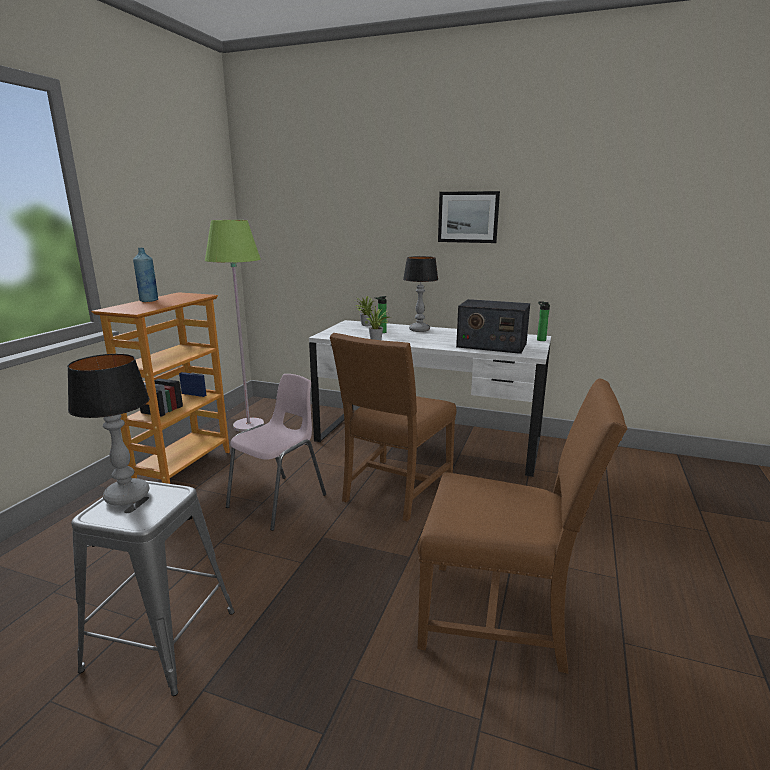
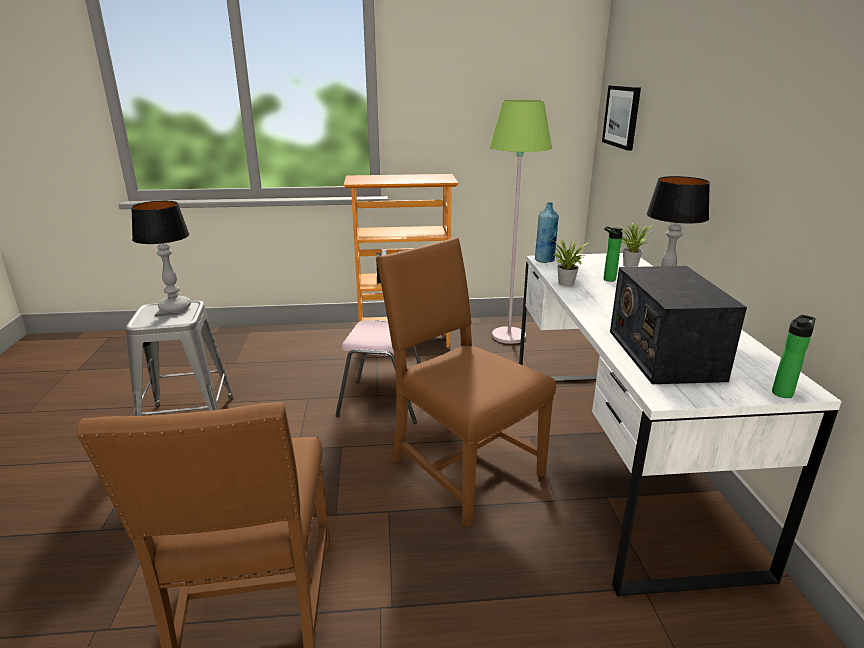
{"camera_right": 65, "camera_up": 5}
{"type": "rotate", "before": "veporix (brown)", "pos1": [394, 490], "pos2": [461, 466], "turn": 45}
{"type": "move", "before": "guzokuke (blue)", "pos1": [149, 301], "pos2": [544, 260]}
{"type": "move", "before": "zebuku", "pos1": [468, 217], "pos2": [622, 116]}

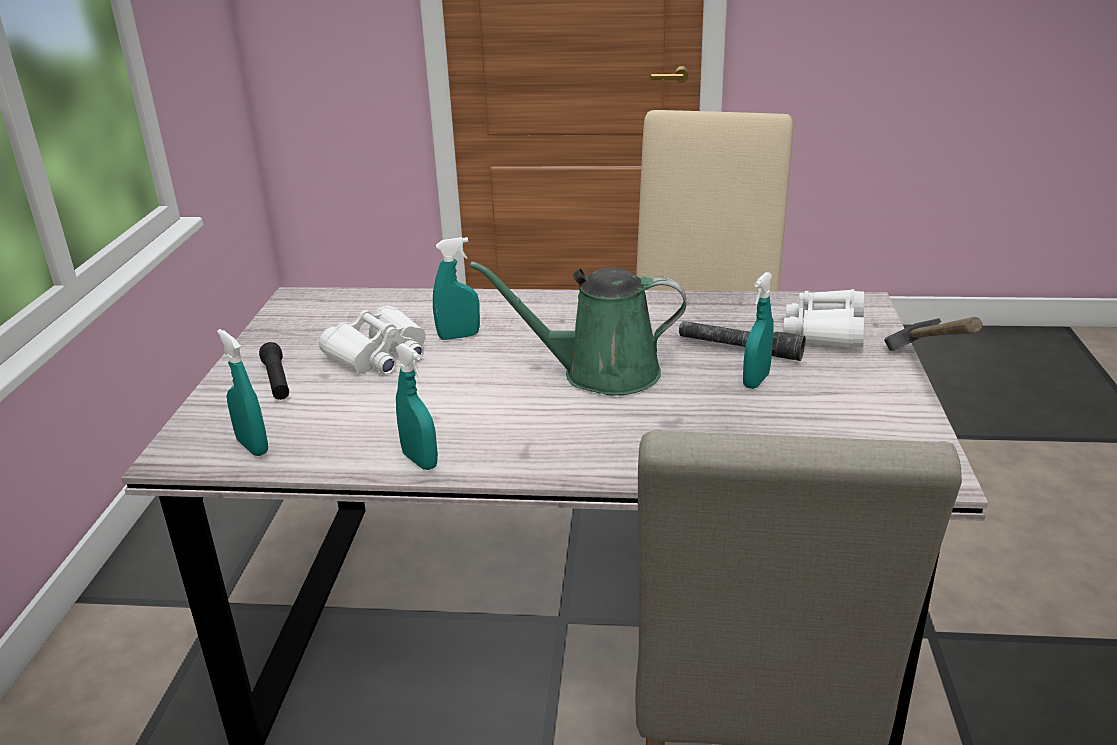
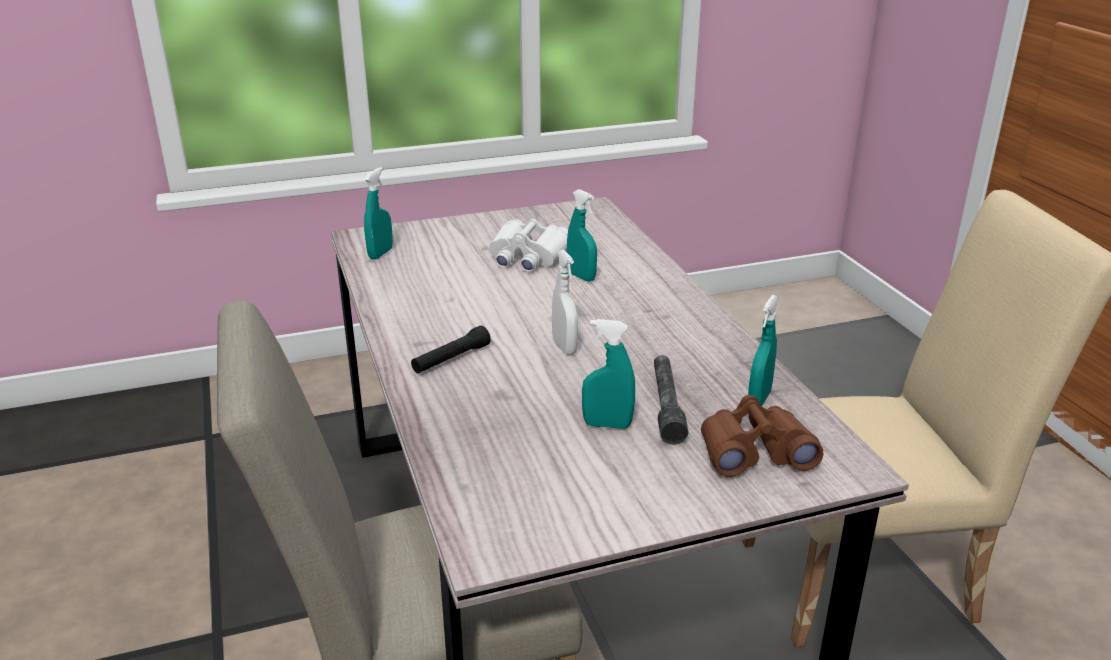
{"camera_right": 65, "camera_up": 0}
{"type": "move", "before": "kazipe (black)", "pos1": [277, 381], "pos2": [451, 359]}
{"type": "replace", "before": "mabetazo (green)", "after": "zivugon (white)", "pos1": [601, 373], "pos2": [564, 347]}
{"type": "recolor", "before": "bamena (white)", "after": "bamena (brown)", "pos1": [825, 331], "pos2": [754, 451]}
{"type": "move", "before": "zivugon (turquoise)", "pos1": [420, 461], "pos2": [759, 399]}
{"type": "delete", "before": "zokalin", "pos1": [928, 379]}

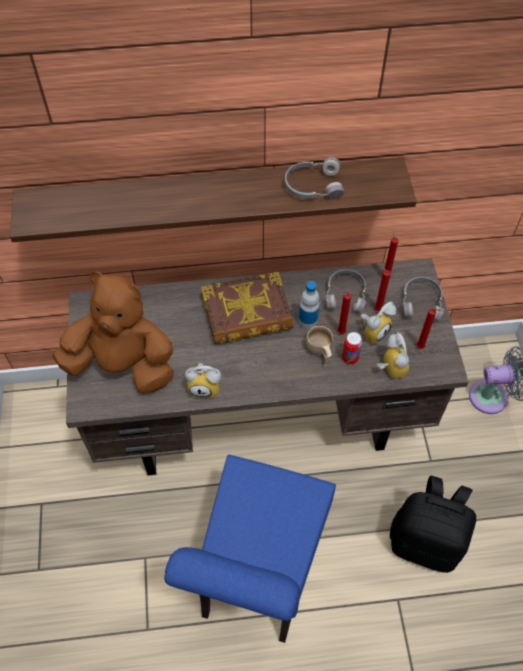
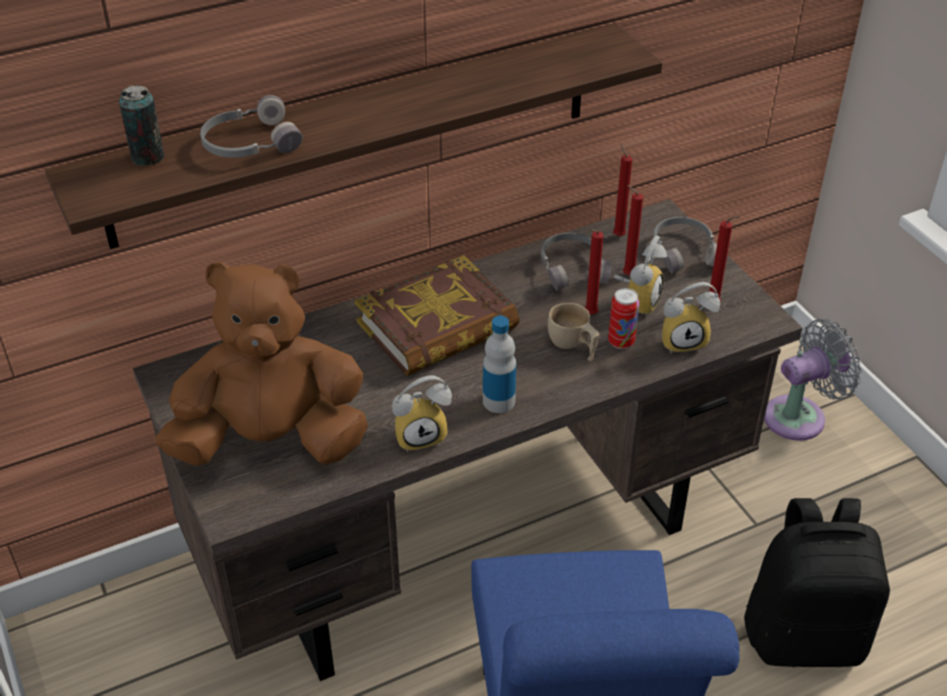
{"camera_right": -20, "camera_up": -15}
{"type": "insert", "after": "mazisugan", "pos2": [147, 157]}
{"type": "move", "before": "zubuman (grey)", "pos1": [312, 185], "pos2": [249, 143]}
{"type": "move", "before": "guzokuke", "pos1": [308, 321], "pos2": [498, 401]}
{"type": "rotate", "before": "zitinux", "pos1": [389, 368], "pos2": [683, 340], "turn": 120}

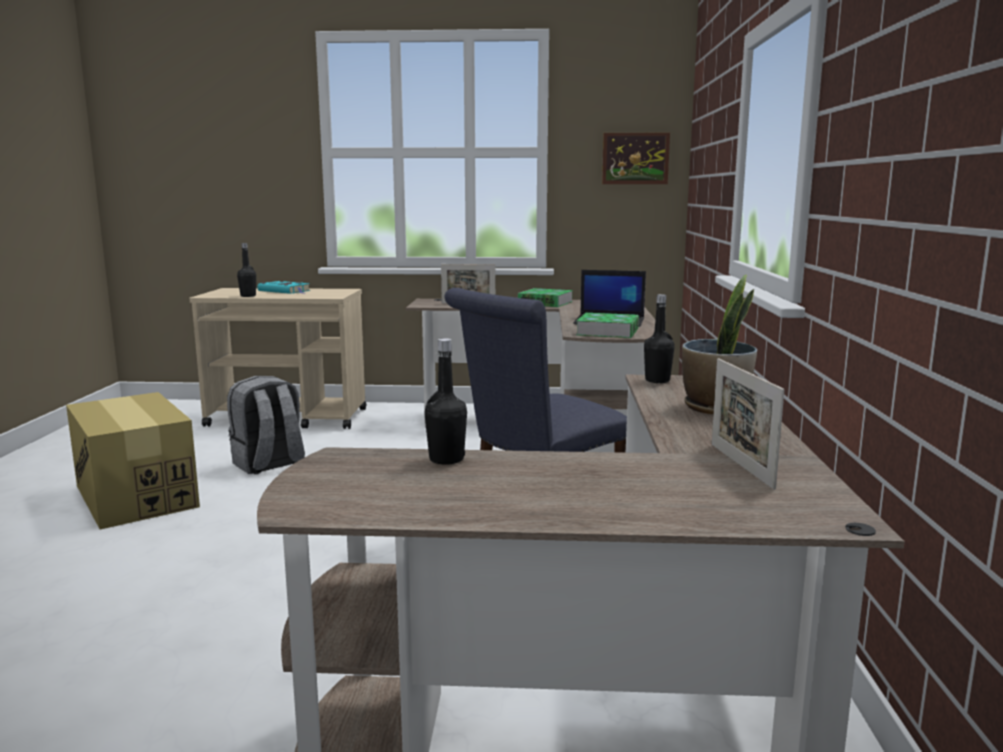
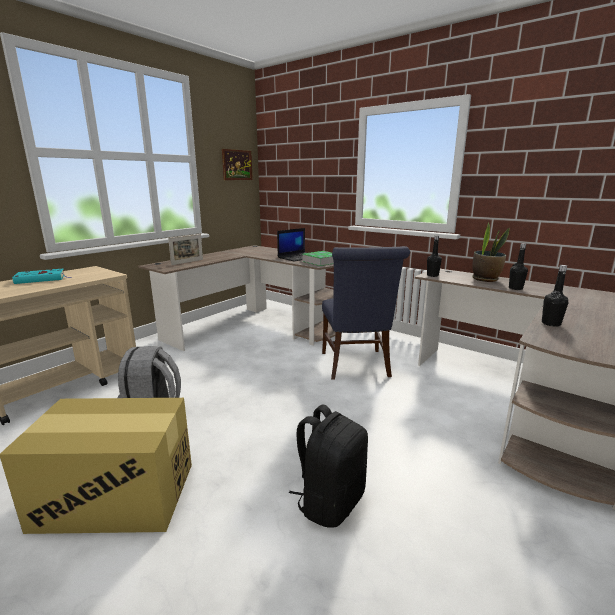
{"camera_right": -55, "camera_up": 5}
{"type": "insert", "after": "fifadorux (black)", "pos2": [330, 501]}
{"type": "move", "before": "guzokuke (black)", "pos1": [248, 296], "pos2": [515, 288]}
{"type": "delete", "before": "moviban", "pos1": [545, 303]}
{"type": "delete", "before": "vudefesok", "pos1": [741, 465]}

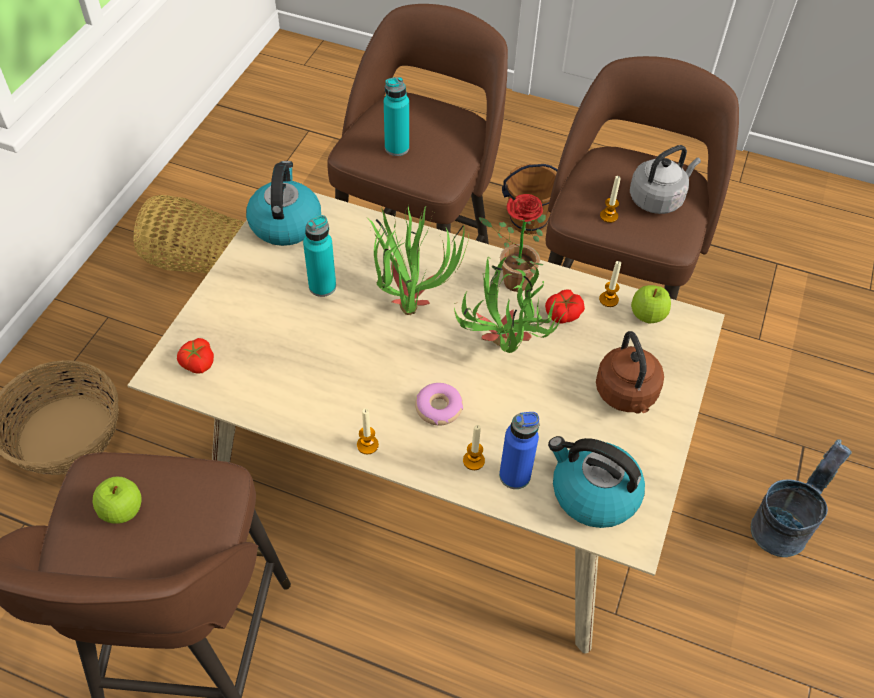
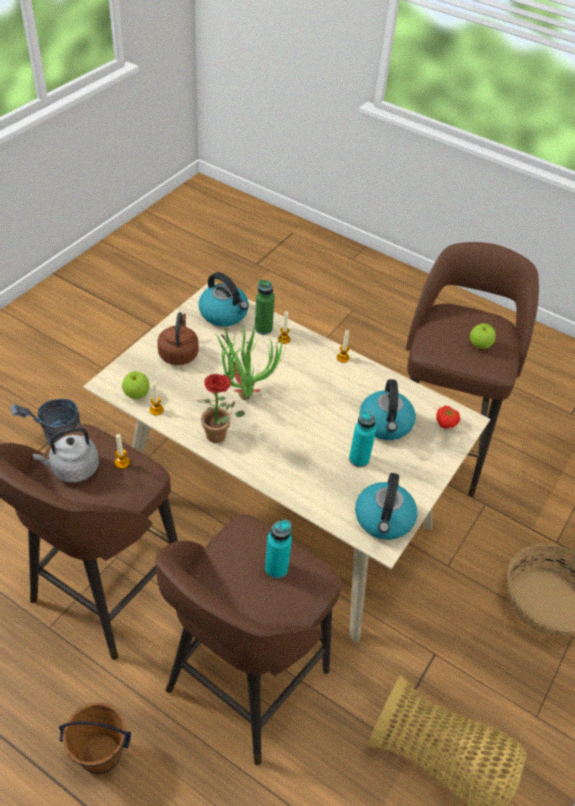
{"camera_right": -170, "camera_up": -5}
{"type": "recolor", "before": "guzokuke (blue)", "after": "guzokuke (green)", "pos1": [514, 475], "pos2": [263, 329]}
{"type": "insert", "after": "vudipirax", "pos2": [385, 424]}
{"type": "delete", "before": "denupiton", "pos1": [411, 300]}
{"type": "delete", "before": "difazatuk", "pos1": [438, 408]}
{"type": "delete", "before": "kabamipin", "pos1": [563, 313]}

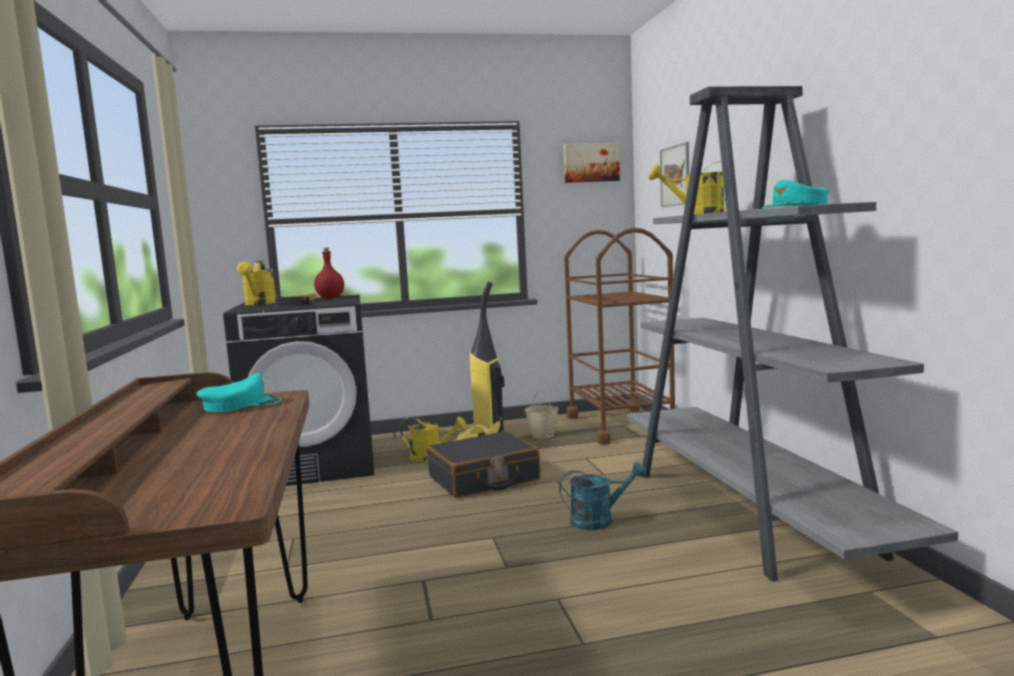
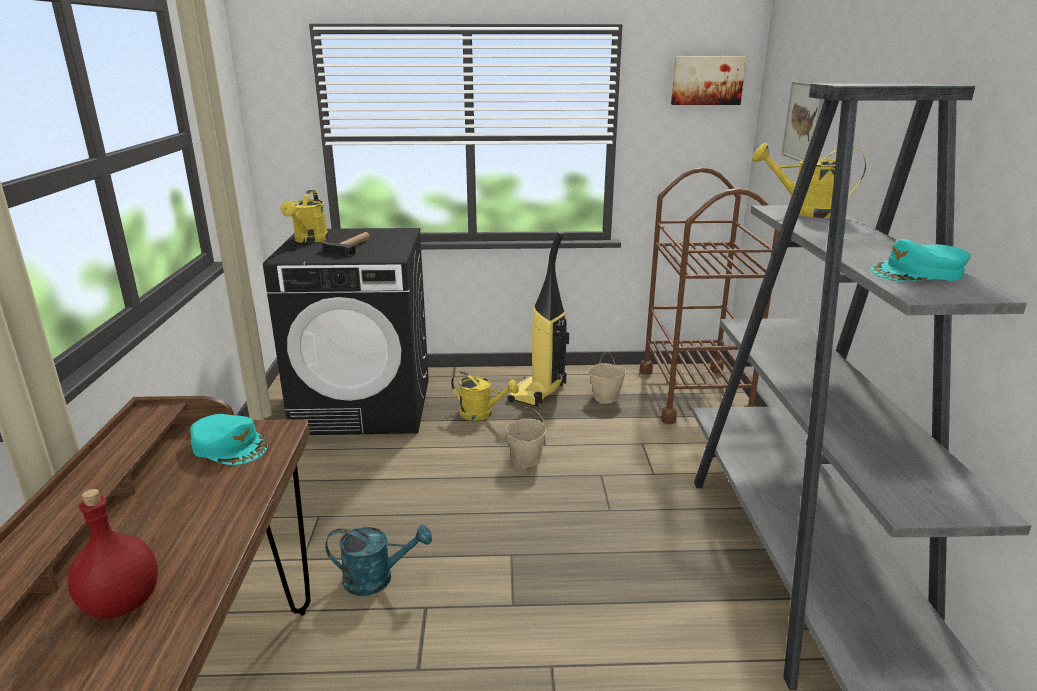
{"camera_right": 10, "camera_up": 15}
{"type": "move", "before": "guzokuke (red)", "pos1": [331, 297], "pos2": [124, 603]}
{"type": "rotate", "before": "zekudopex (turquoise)", "pos1": [240, 405], "pos2": [230, 446], "turn": 45}
{"type": "move", "before": "mabetazo (turquoise)", "pos1": [599, 520], "pos2": [377, 579]}
{"type": "replace", "before": "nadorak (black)", "after": "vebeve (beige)", "pos1": [484, 479], "pos2": [526, 459]}

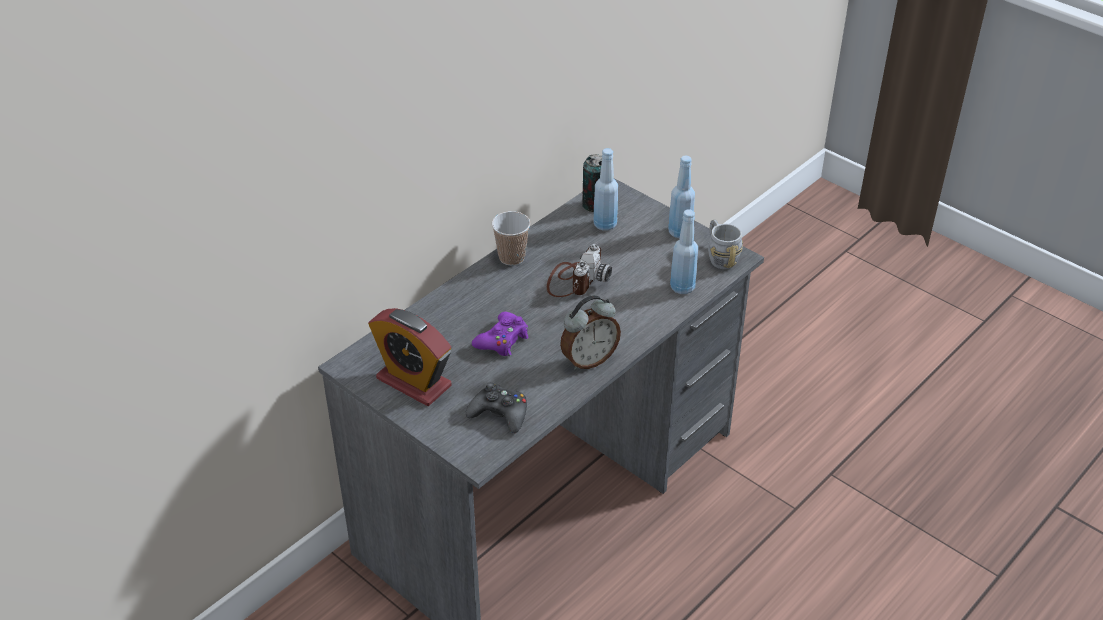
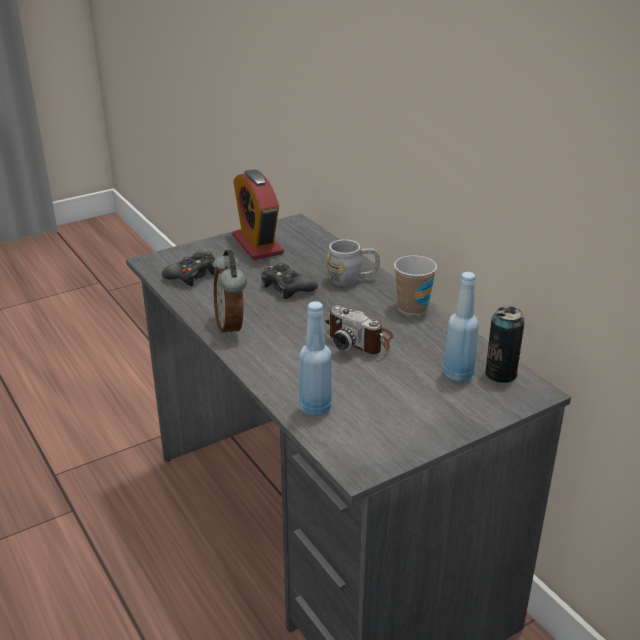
{"camera_right": 105, "camera_up": -10}
{"type": "rotate", "before": "zitinux", "pos1": [414, 382], "pos2": [257, 245], "turn": -75}
{"type": "recolor", "before": "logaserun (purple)", "after": "logaserun (black)", "pos1": [502, 340], "pos2": [286, 288]}
{"type": "move", "before": "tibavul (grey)", "pos1": [720, 256], "pos2": [352, 280]}
{"type": "delete", "before": "guzokuke (blue)", "pos1": [679, 232]}

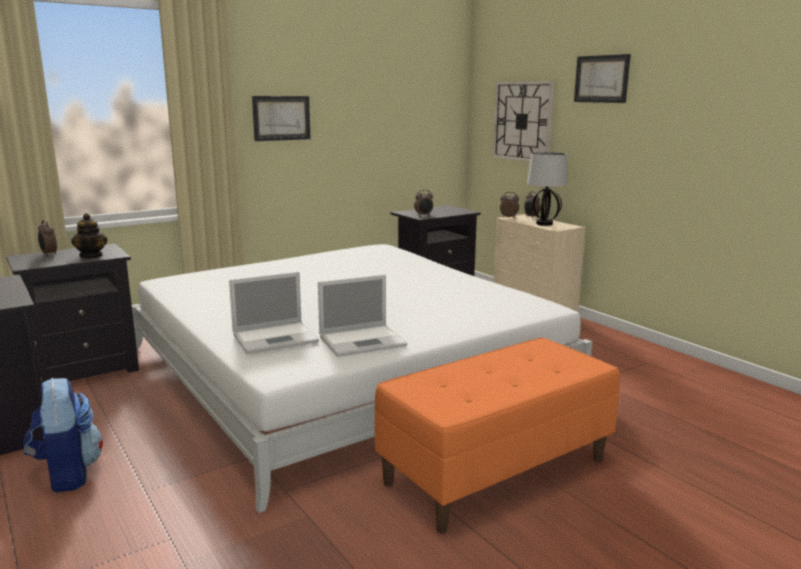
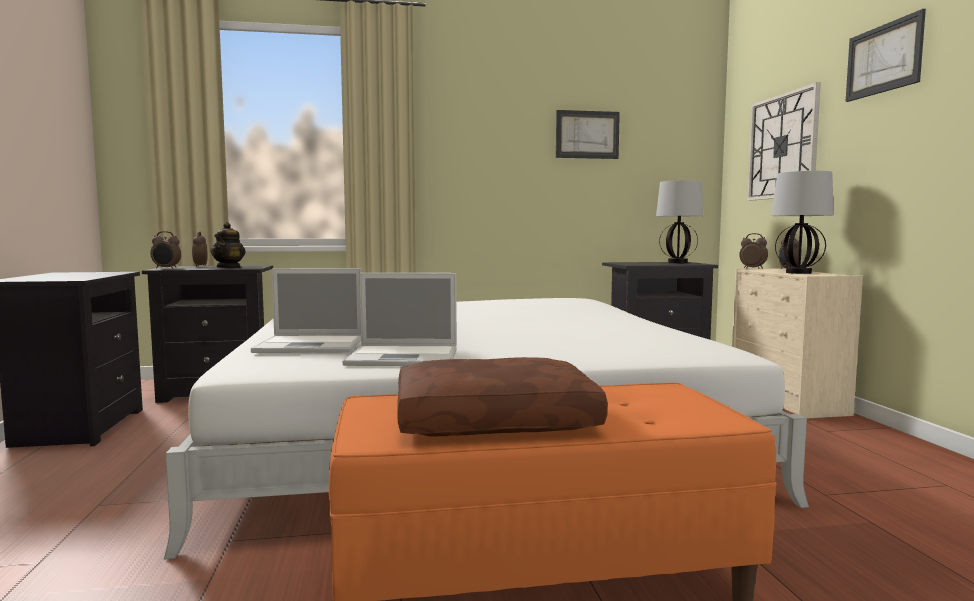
{"camera_right": 25, "camera_up": -10}
{"type": "move", "before": "zitinux", "pos1": [423, 215], "pos2": [166, 268]}
{"type": "insert", "after": "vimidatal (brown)", "pos2": [495, 419]}
{"type": "move", "before": "zebuku", "pos1": [281, 118], "pos2": [587, 134]}
{"type": "insert", "after": "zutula", "pos2": [678, 262]}
{"type": "delete", "before": "fifadorux", "pos1": [67, 474]}

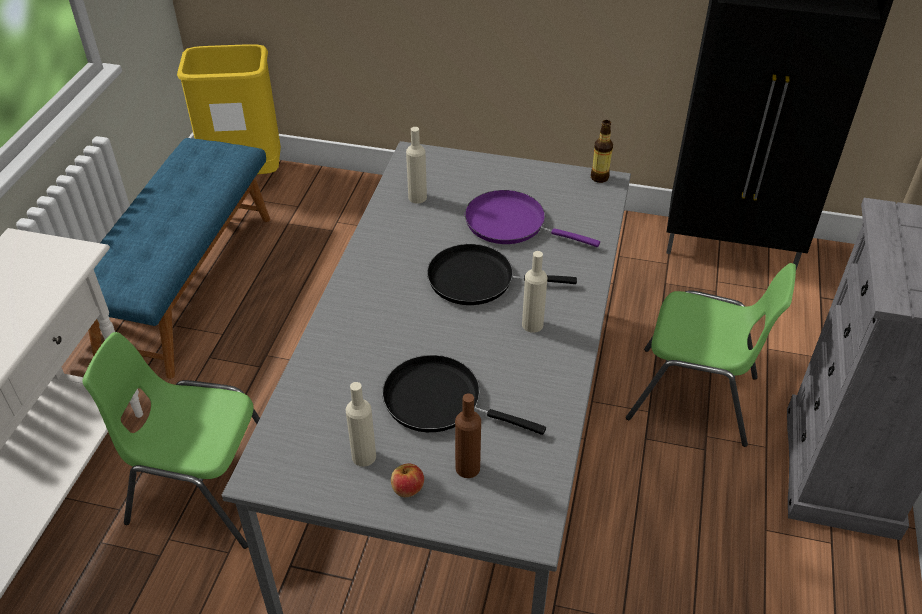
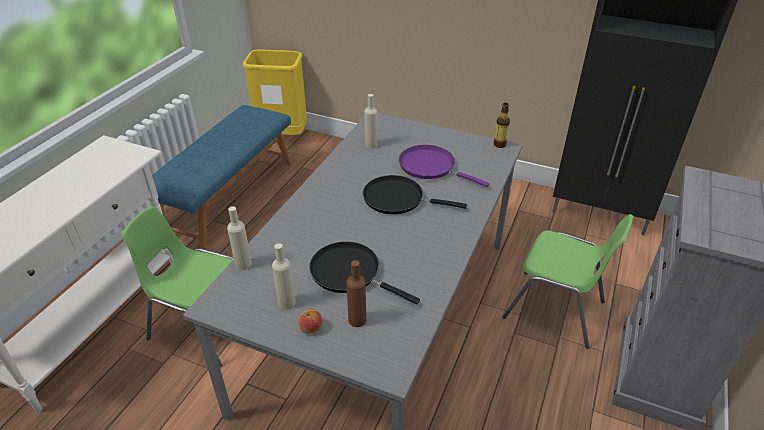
{"camera_right": 10, "camera_up": -5}
{"type": "move", "before": "guzokuke (beige)", "pos1": [532, 324], "pos2": [243, 264]}

